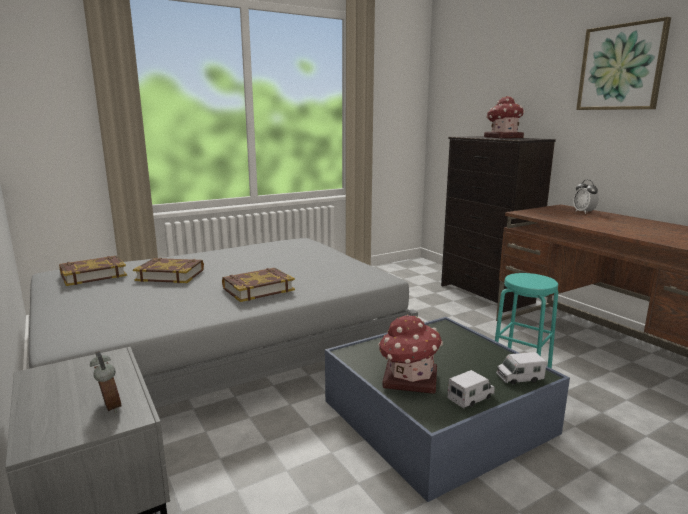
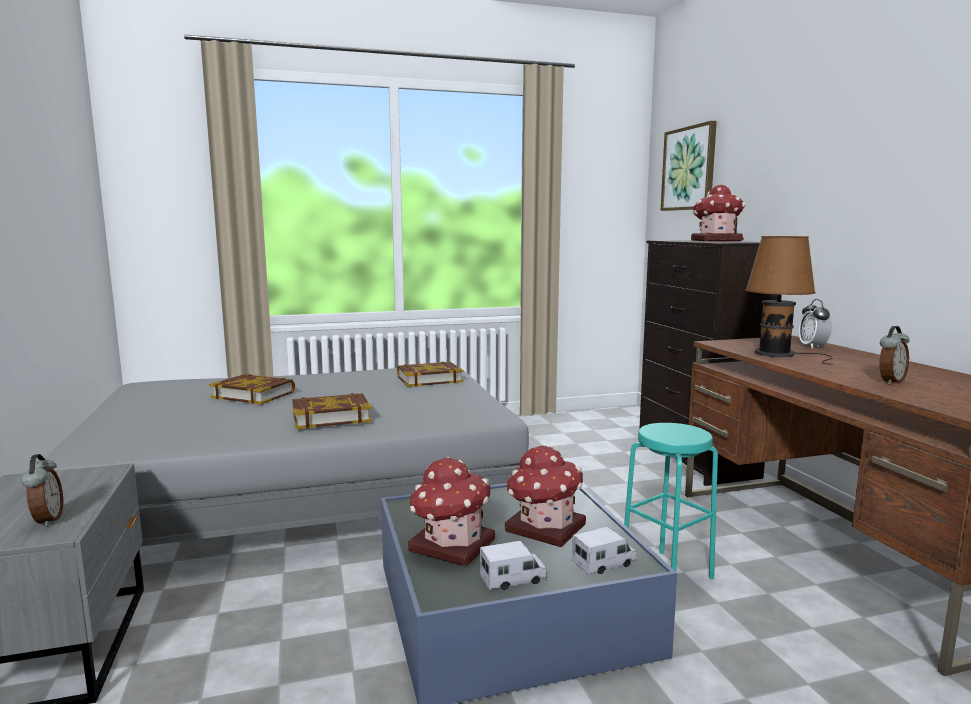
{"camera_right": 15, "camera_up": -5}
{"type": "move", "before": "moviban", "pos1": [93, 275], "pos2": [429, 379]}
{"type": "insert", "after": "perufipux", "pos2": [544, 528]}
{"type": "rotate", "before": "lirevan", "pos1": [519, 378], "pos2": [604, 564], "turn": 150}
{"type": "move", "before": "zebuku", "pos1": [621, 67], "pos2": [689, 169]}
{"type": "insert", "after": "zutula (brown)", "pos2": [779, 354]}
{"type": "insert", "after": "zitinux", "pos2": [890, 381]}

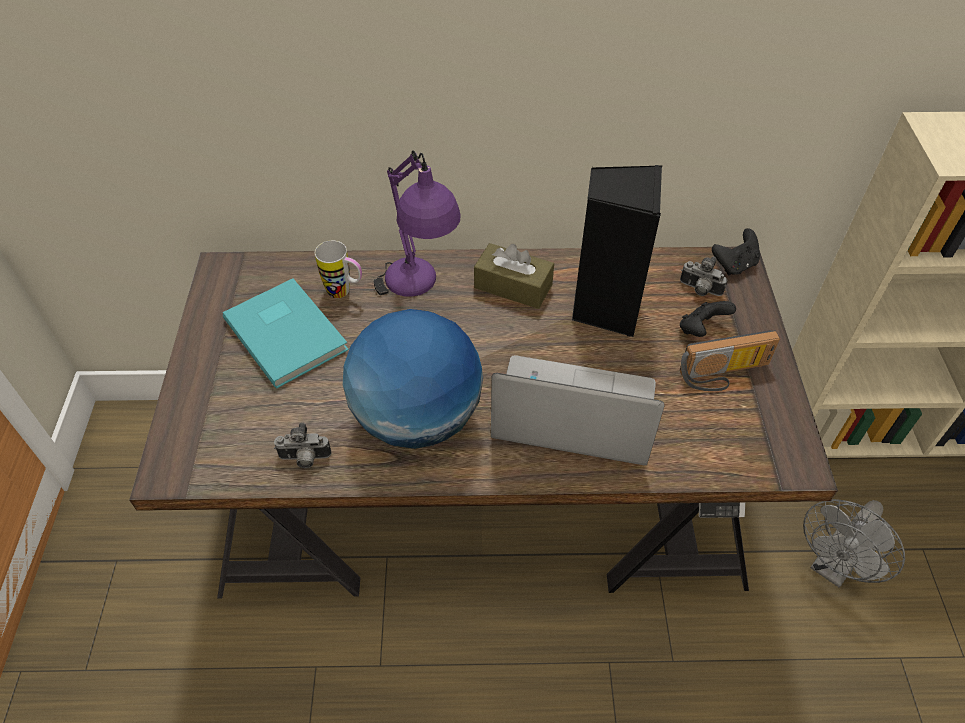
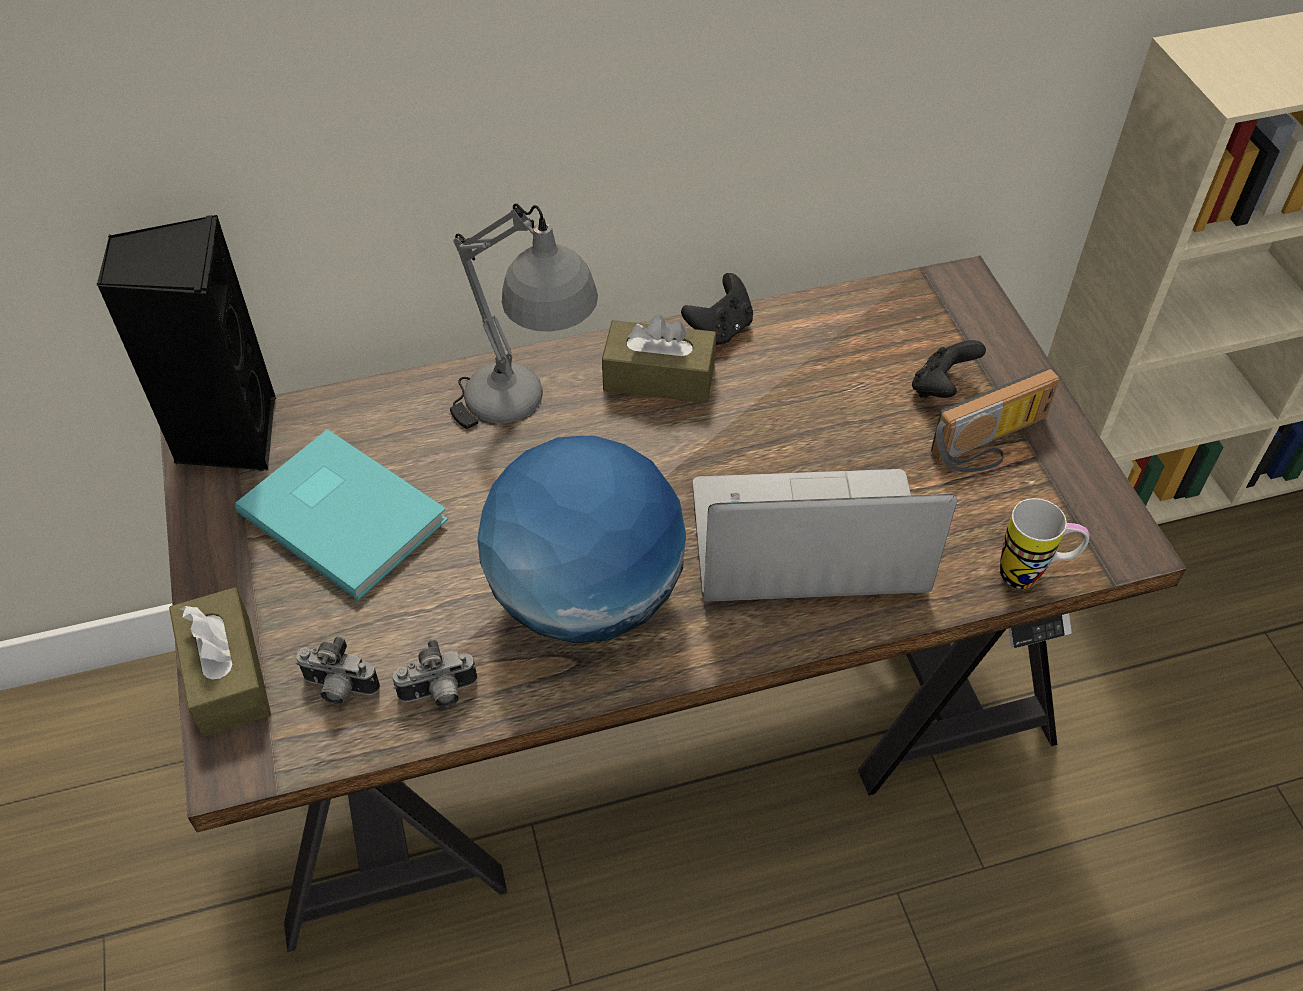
{"camera_right": -15, "camera_up": 0}
{"type": "move", "before": "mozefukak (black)", "pos1": [605, 308], "pos2": [227, 436]}
{"type": "insert", "after": "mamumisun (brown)", "pos2": [226, 675]}
{"type": "move", "before": "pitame", "pos1": [699, 290], "pos2": [338, 689]}
{"type": "recolor", "before": "zutula (purple)", "after": "zutula (grey)", "pos1": [419, 297], "pos2": [527, 420]}
{"type": "move", "before": "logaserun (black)", "pos1": [734, 265], "pos2": [720, 329]}
{"type": "move", "before": "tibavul", "pos1": [345, 292], "pos2": [1032, 575]}
{"type": "delete", "before": "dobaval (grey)", "pos1": [832, 567]}

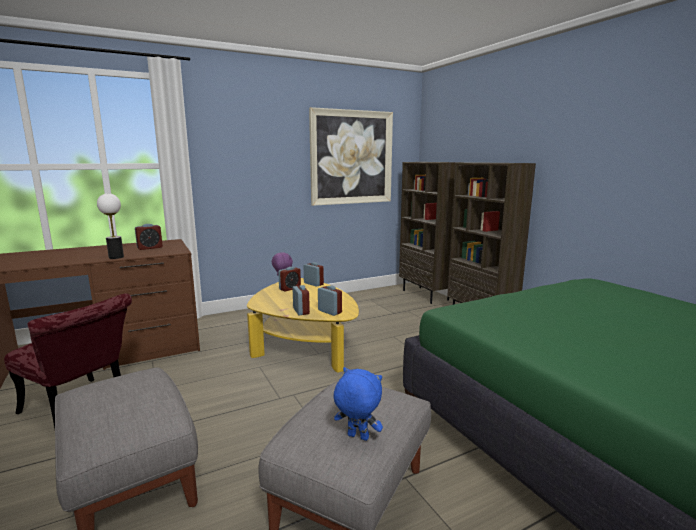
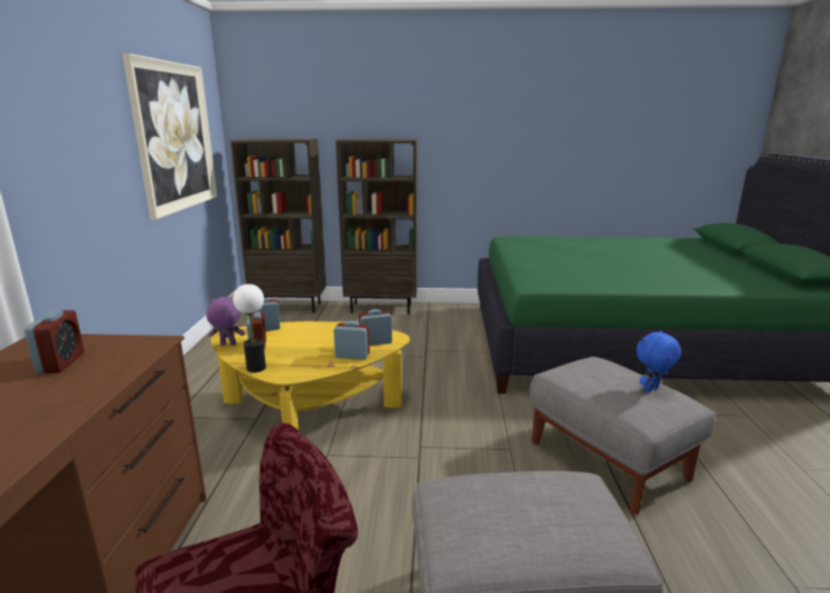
{"camera_right": -60, "camera_up": 5}
{"type": "move", "before": "zutula", "pos1": [116, 257], "pos2": [256, 368]}

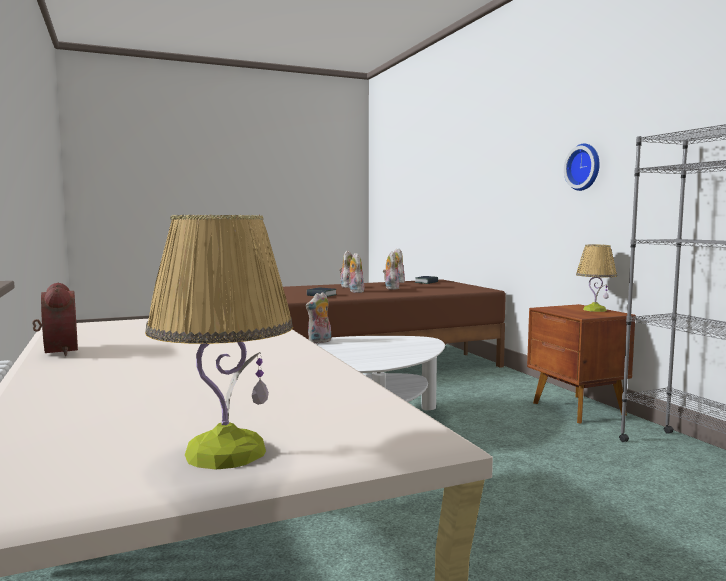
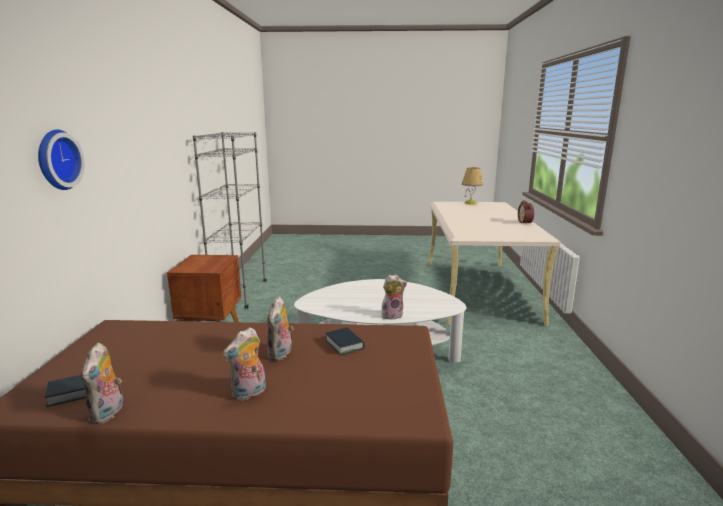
{"camera_right": -155, "camera_up": 10}
{"type": "move", "before": "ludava", "pos1": [585, 167], "pos2": [56, 160]}
{"type": "delete", "before": "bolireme", "pos1": [390, 288]}
{"type": "delete", "before": "zutula", "pos1": [594, 310]}

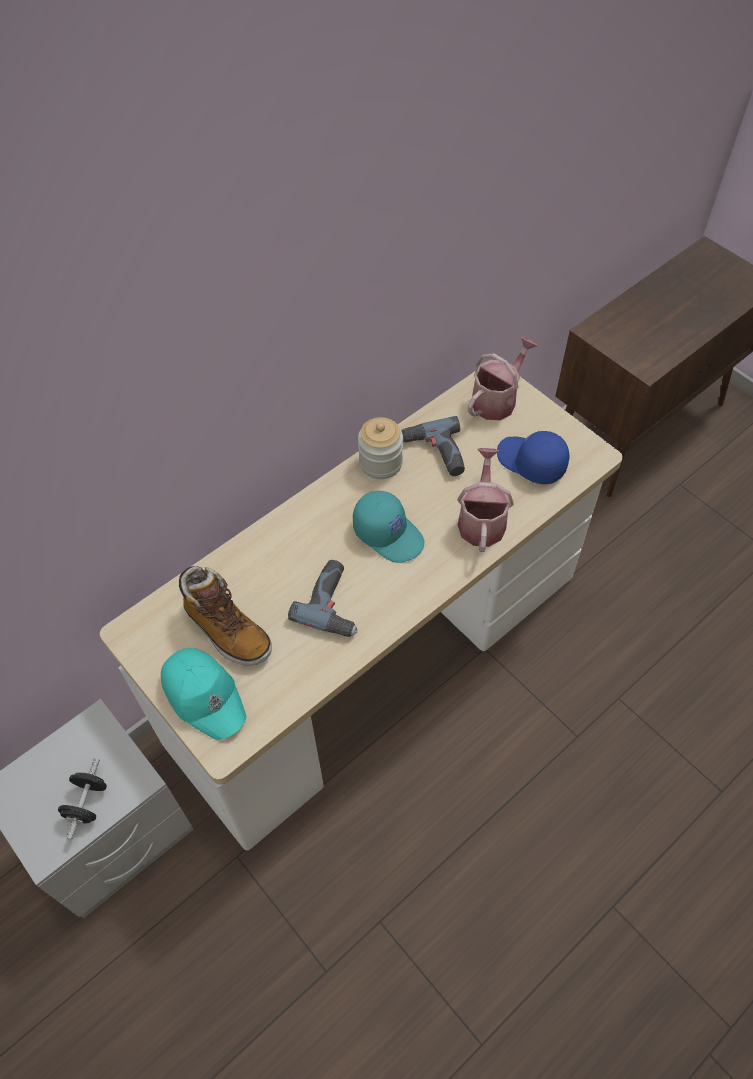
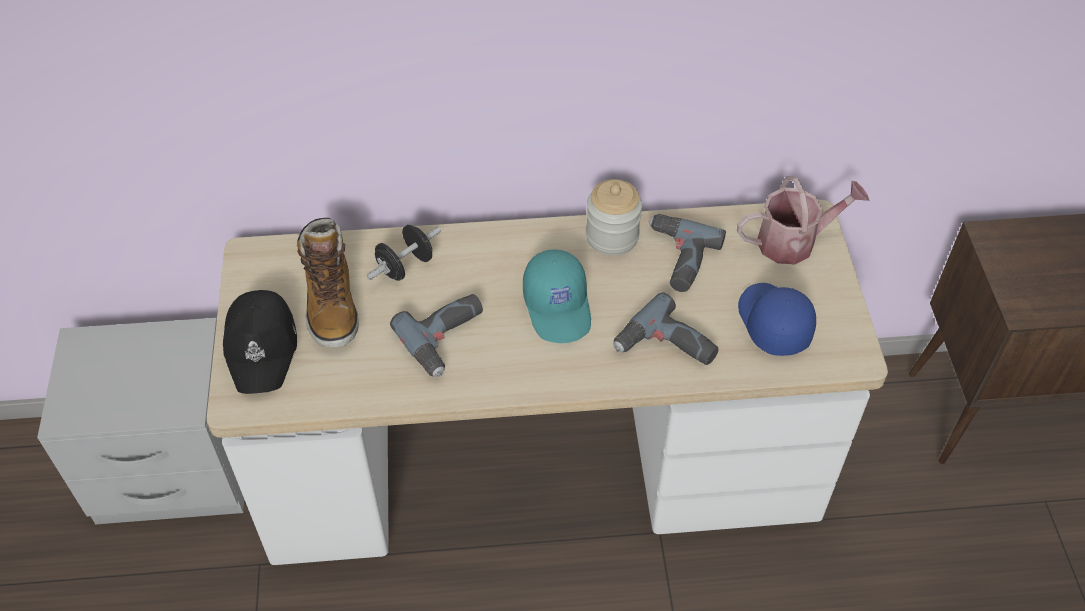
{"camera_right": 35, "camera_up": -5}
{"type": "recolor", "before": "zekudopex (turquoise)", "after": "zekudopex (black)", "pos1": [204, 695], "pos2": [263, 347]}
{"type": "move", "before": "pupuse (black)", "pos1": [87, 803], "pos2": [405, 266]}
{"type": "replace", "before": "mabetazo", "after": "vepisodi", "pos1": [482, 520], "pos2": [666, 349]}

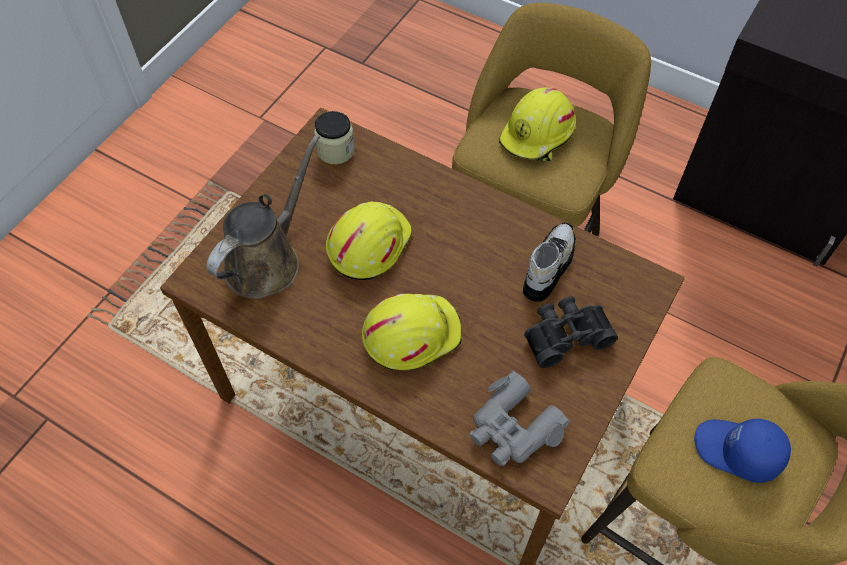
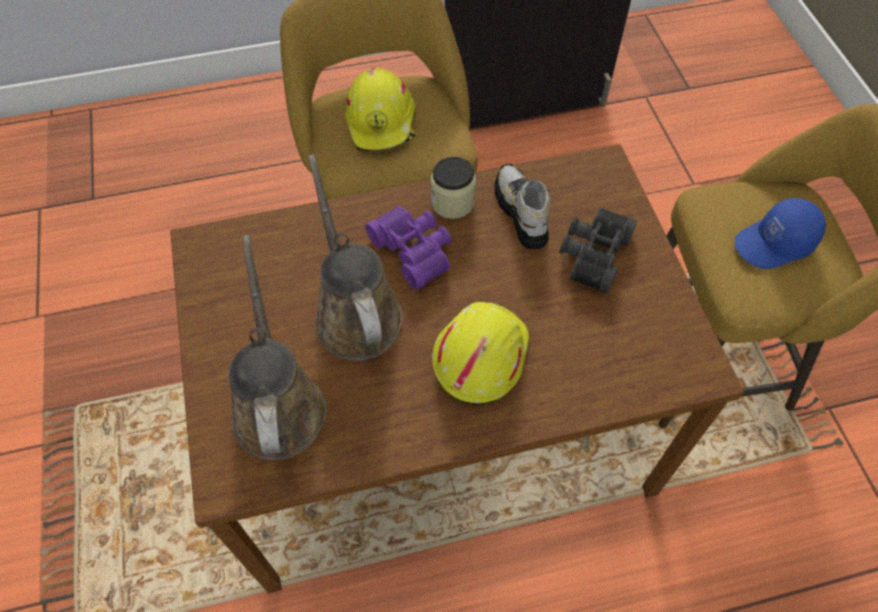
{"camera_right": -45, "camera_up": 0}
{"type": "replace", "before": "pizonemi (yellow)", "after": "mabetazo (brown)", "pos1": [368, 244], "pos2": [355, 312]}
{"type": "insert", "after": "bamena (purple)", "pos2": [415, 250]}
{"type": "move", "before": "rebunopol", "pos1": [336, 150], "pos2": [452, 202]}
{"type": "delete", "before": "bamena (grey)", "pos1": [513, 428]}

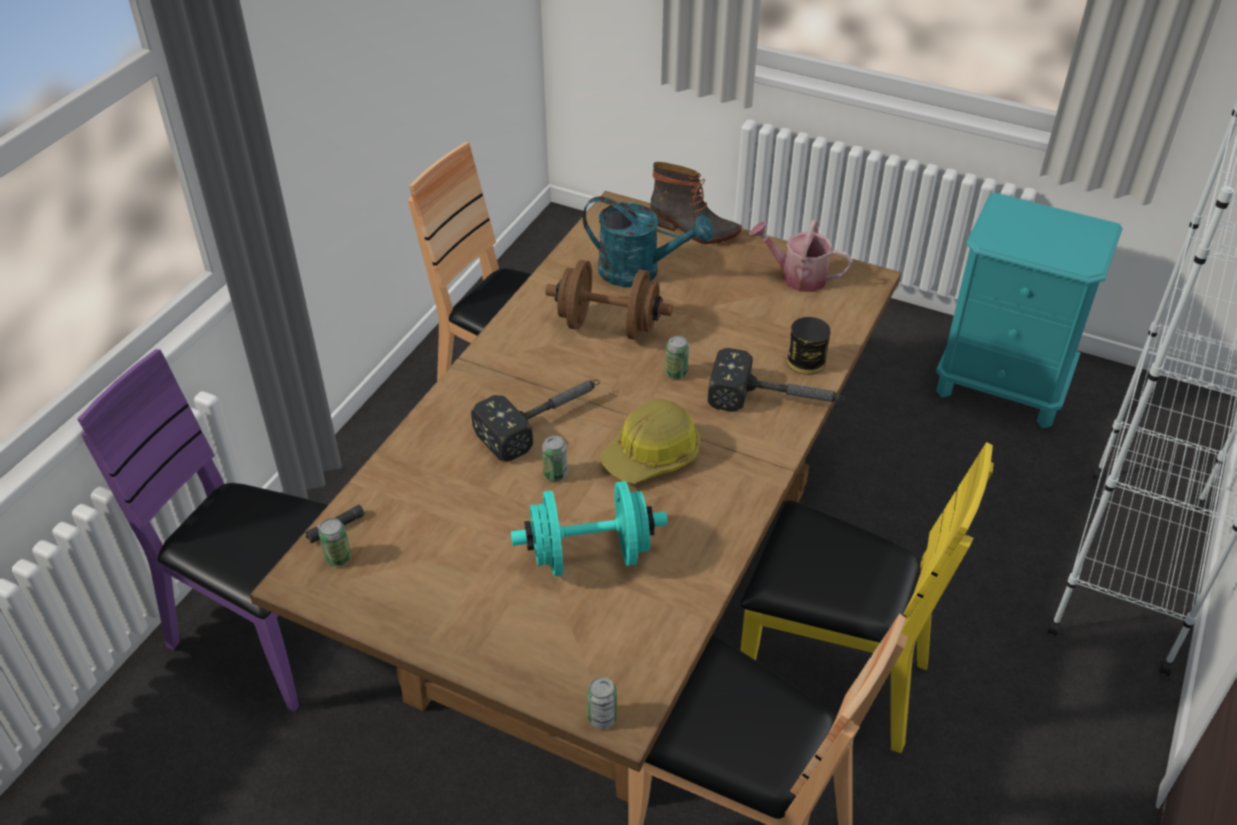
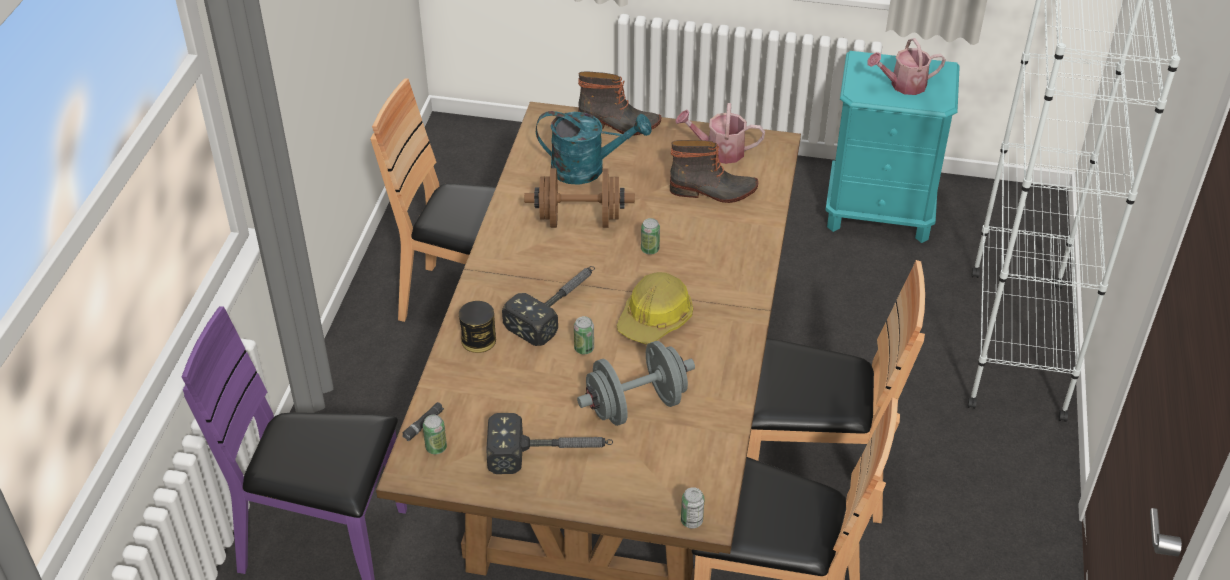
{"camera_right": -15, "camera_up": 0}
{"type": "move", "before": "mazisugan", "pos1": [806, 362], "pos2": [478, 340]}
{"type": "move", "before": "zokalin", "pos1": [776, 400], "pos2": [551, 453]}
{"type": "recolor", "before": "pupuse (turquoise)", "after": "pupuse (grey)", "pos1": [590, 555], "pos2": [636, 405]}
{"type": "insert", "after": "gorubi", "pos2": [713, 191]}
{"type": "recolor", "before": "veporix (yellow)", "after": "veporix (brown)", "pos1": [830, 678], "pos2": [810, 478]}
{"type": "insert", "after": "mabetazo", "pos2": [903, 85]}

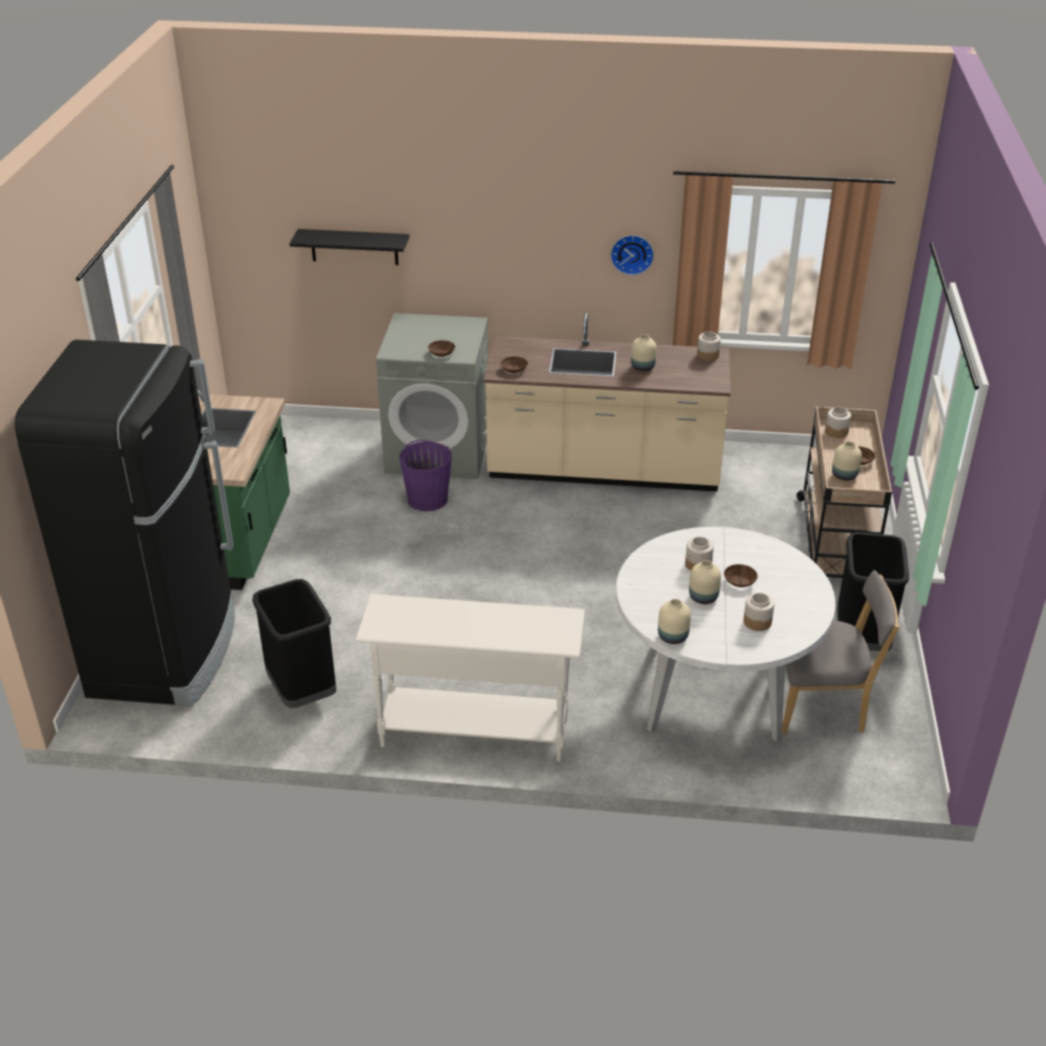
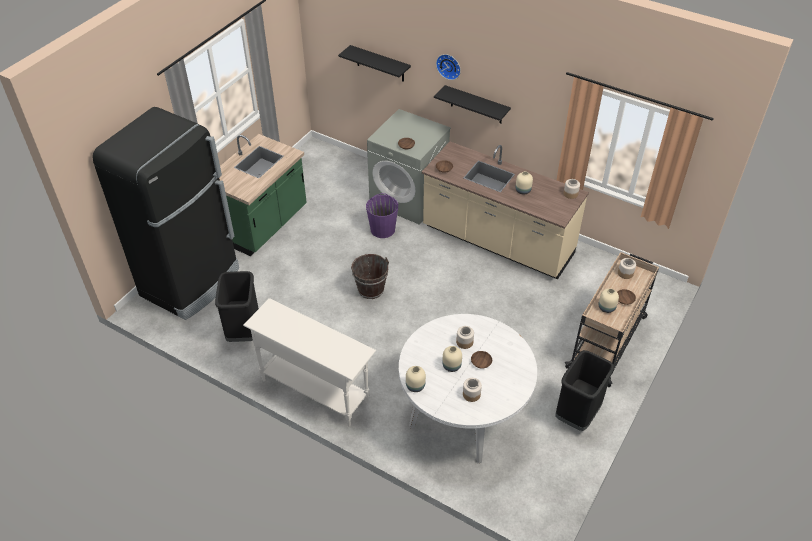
{"camera_right": 25, "camera_up": 10}
{"type": "insert", "after": "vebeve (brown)", "pos2": [371, 289]}
{"type": "insert", "after": "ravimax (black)", "pos2": [476, 105]}
{"type": "move", "before": "ludava", "pos1": [632, 253], "pos2": [449, 66]}
{"type": "delete", "before": "veporix (grey)", "pos1": [822, 706]}

